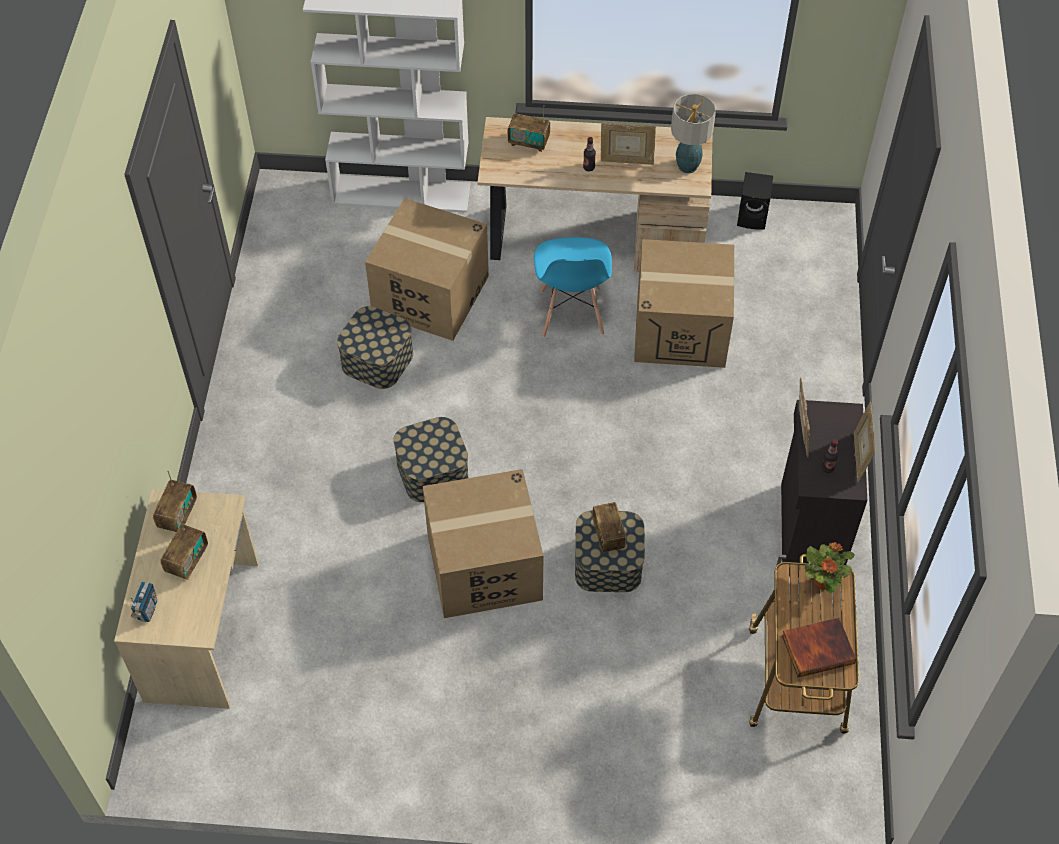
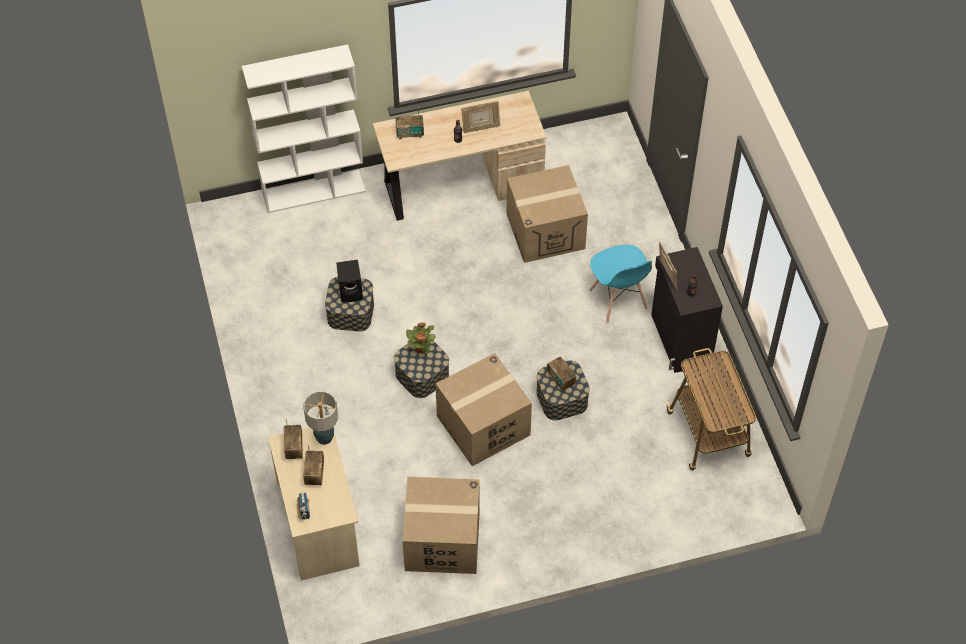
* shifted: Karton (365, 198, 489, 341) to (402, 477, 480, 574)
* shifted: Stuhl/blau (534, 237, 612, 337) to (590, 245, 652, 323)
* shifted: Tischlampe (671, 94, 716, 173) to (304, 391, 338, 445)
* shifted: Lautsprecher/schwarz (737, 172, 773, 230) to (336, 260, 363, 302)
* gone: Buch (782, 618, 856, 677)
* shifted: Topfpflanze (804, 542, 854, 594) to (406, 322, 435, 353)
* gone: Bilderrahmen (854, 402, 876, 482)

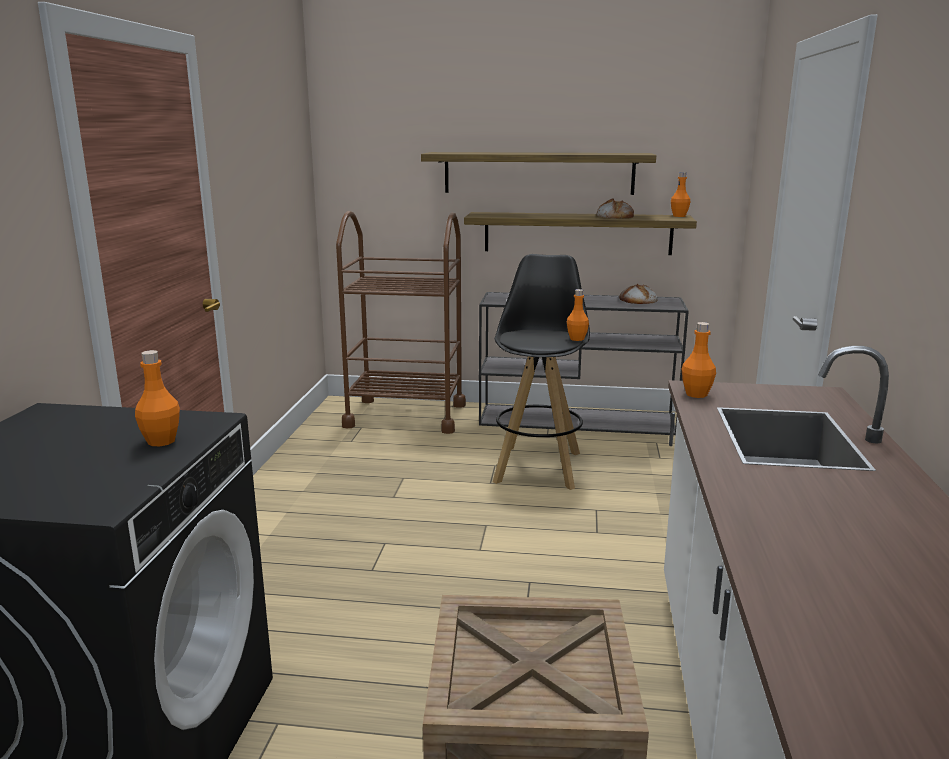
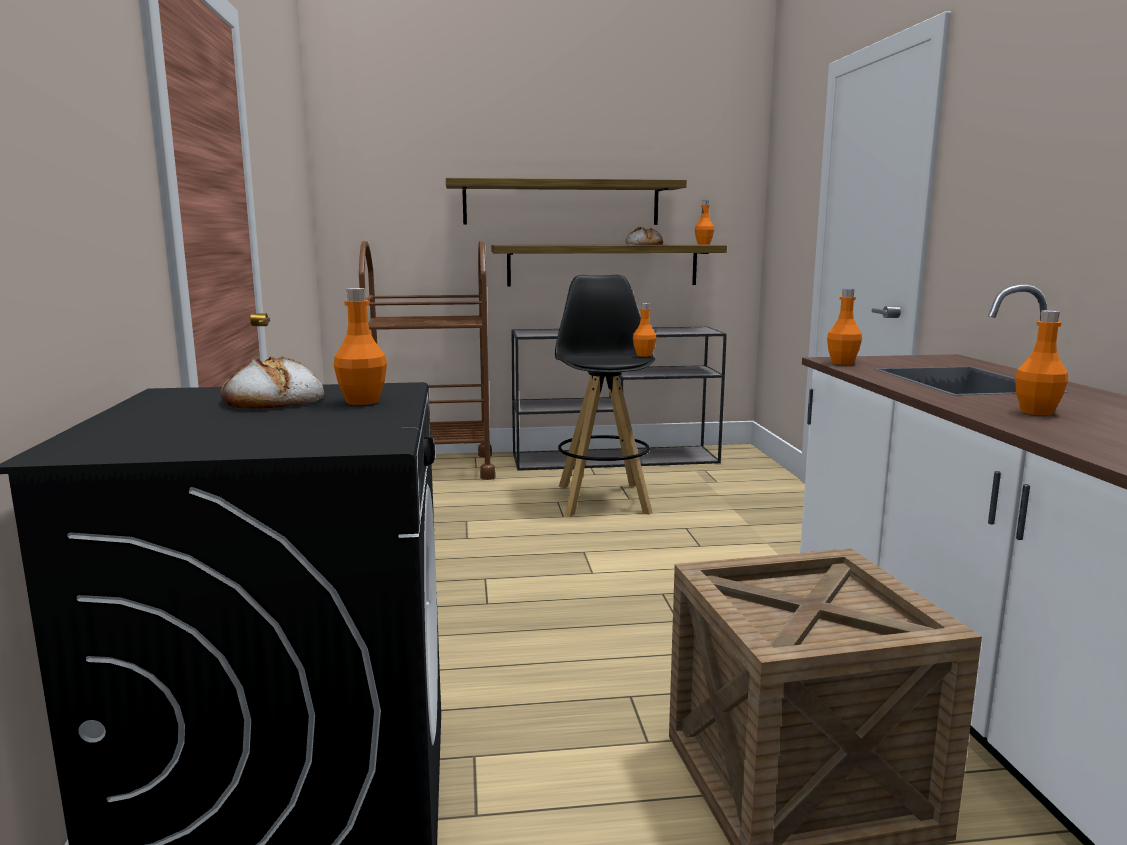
* shifted: Brot (619, 284, 658, 304) to (220, 356, 324, 409)
* new: Flasche/orange (1015, 310, 1068, 415)

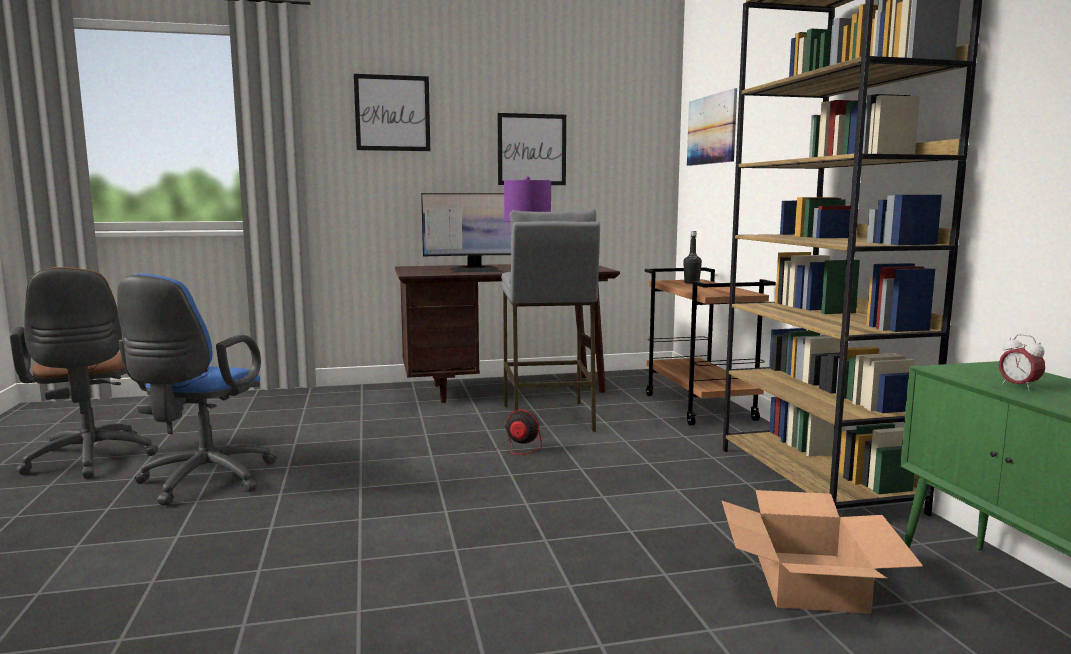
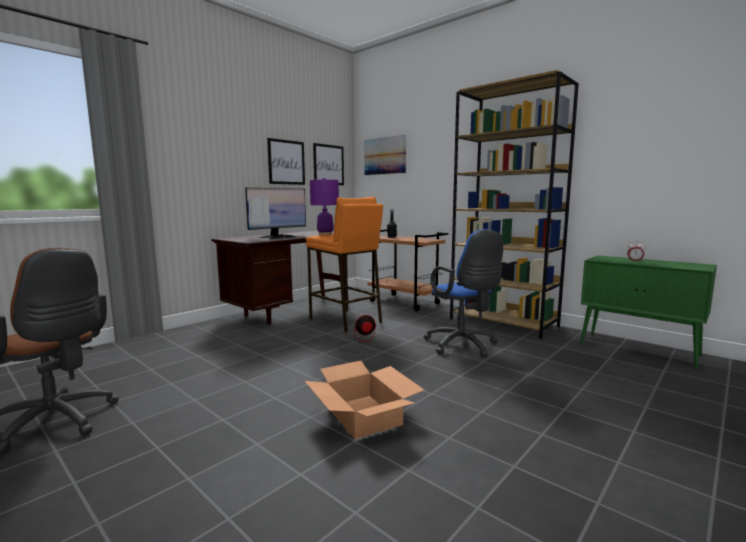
* shifted: Bürostuhl/blau (117, 273, 276, 505) to (424, 229, 503, 357)
* shifted: Bild (354, 74, 430, 151) to (313, 143, 344, 185)
* repainted: Hocker/grau (501, 209, 600, 432) to Hocker/orange (306, 197, 383, 333)
* shifted: Karton (722, 490, 923, 614) to (305, 361, 424, 439)

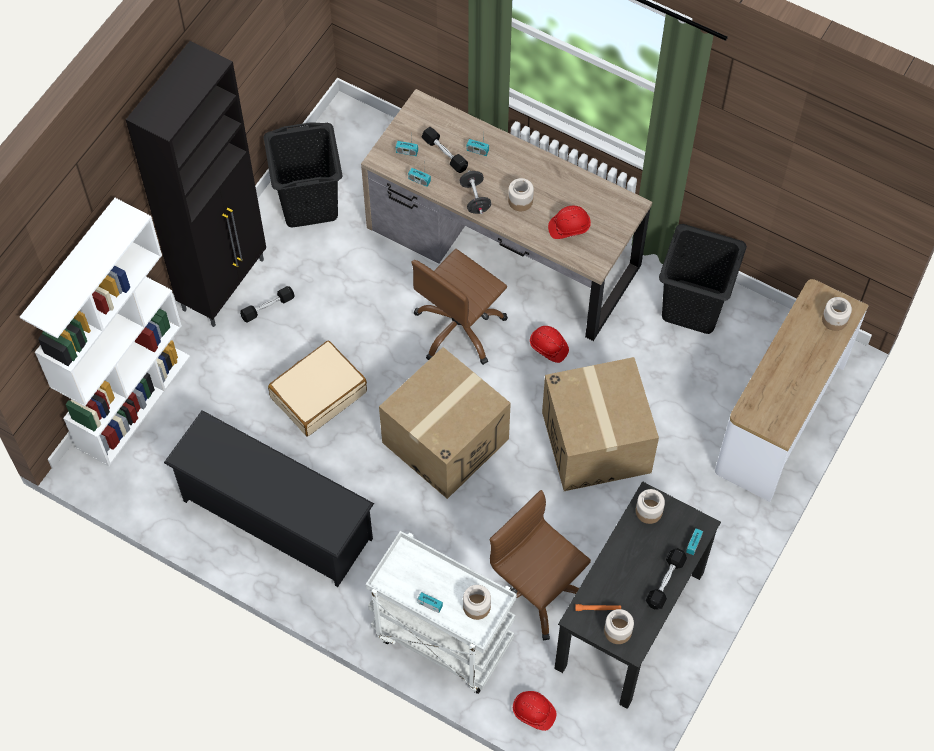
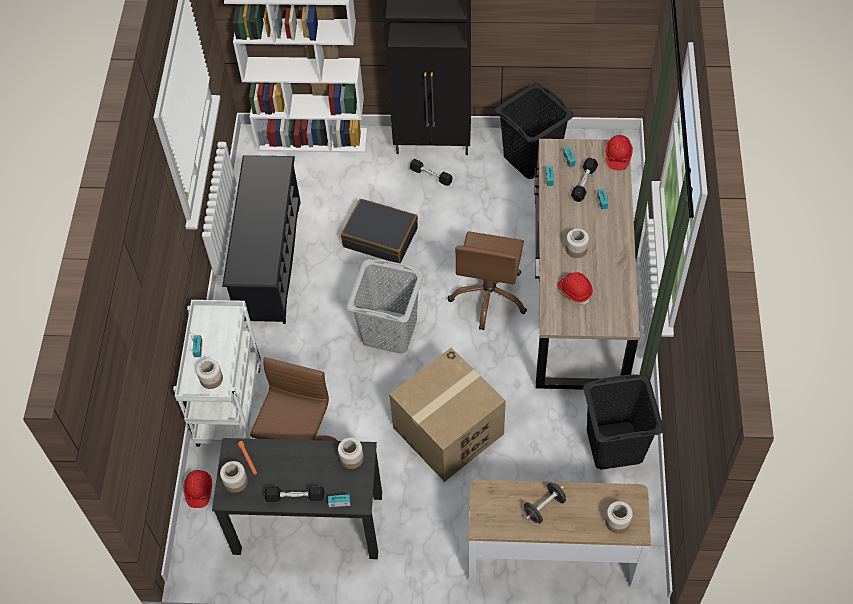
* repainted: Koffer/beige (268, 341, 367, 436) to Koffer/schwarz (341, 199, 418, 263)
* swapped: Karton (379, 347, 511, 499) to Wäschekorb/grau (347, 259, 424, 354)
* rotated: Bürostuhl/braun (411, 249, 508, 365) = (448, 231, 527, 330) 90 degrees counterclockwise
* shifted: Hantel/schwarz (460, 171, 491, 214) to (524, 482, 566, 523)
* shifted: Schutzhelm/rot (530, 326, 569, 363) to (605, 135, 633, 170)

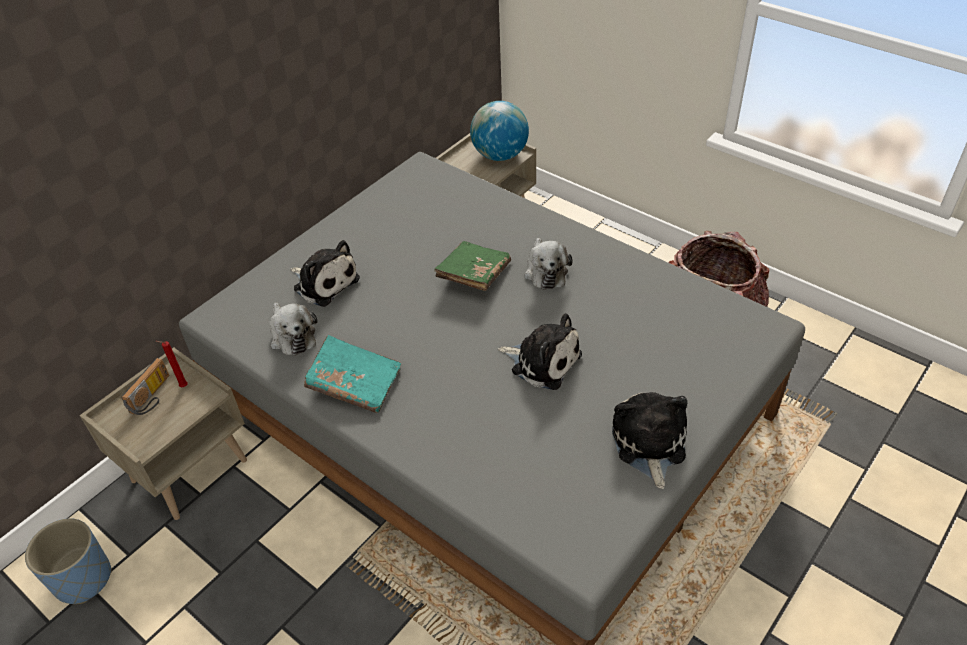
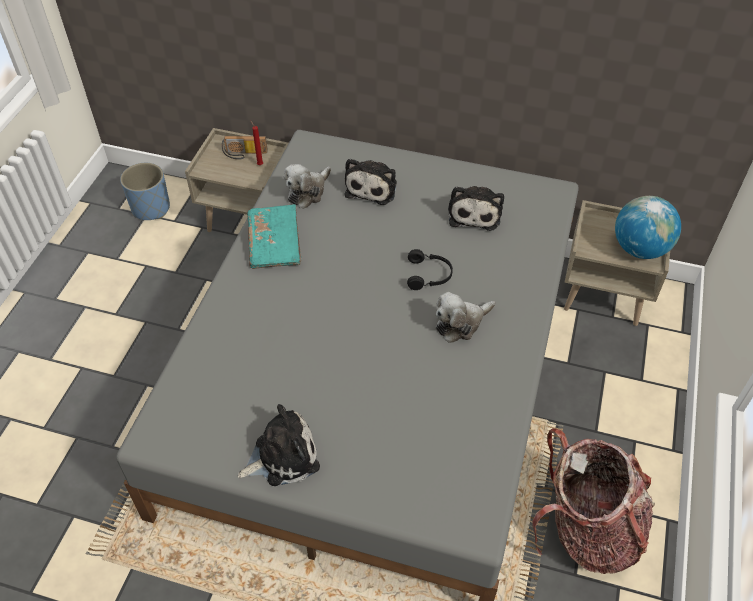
* swapped: Buch/grün (434, 241, 511, 291) to Kopfhörer/schwarz (407, 249, 453, 290)
* shifted: Plüschtier (498, 313, 582, 390) to (448, 186, 504, 231)

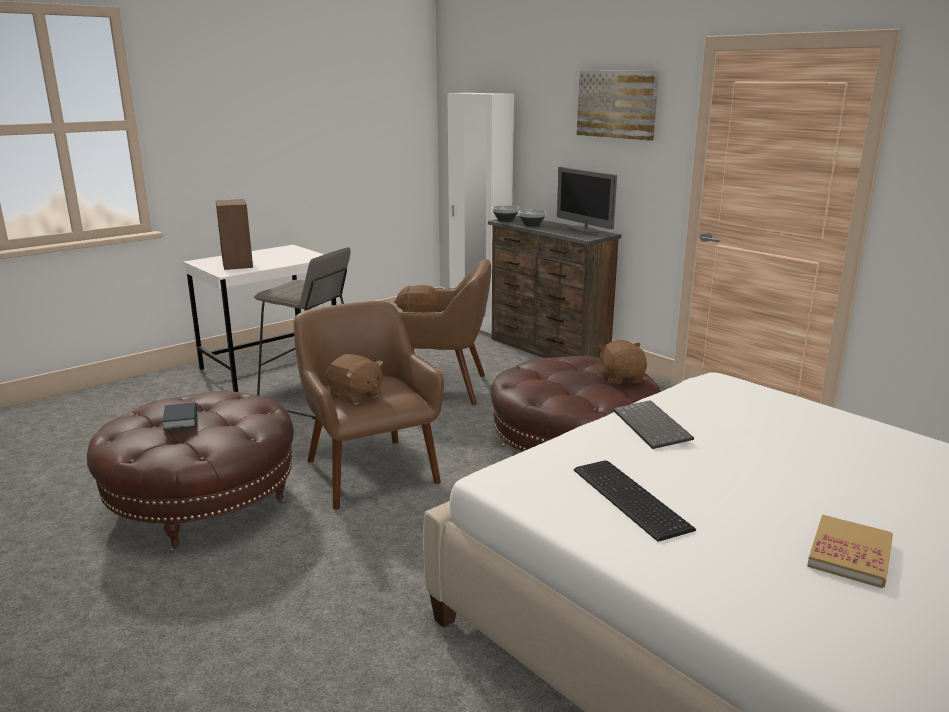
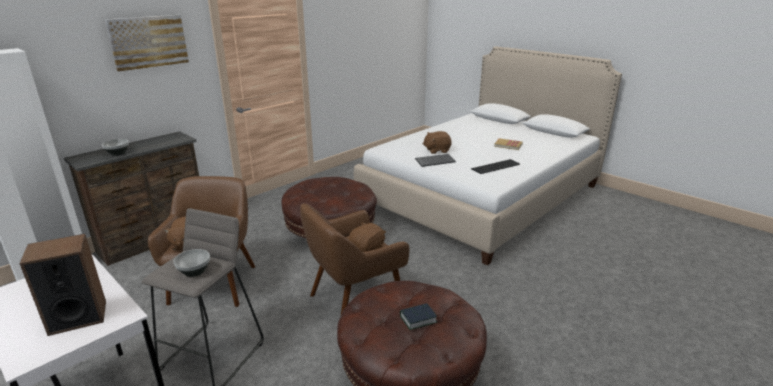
* shifted: Schüssel (492, 205, 519, 222) to (173, 249, 210, 277)
* gone: Monitor (557, 167, 617, 234)
* shifted: Plüschtier/braun (598, 340, 647, 385) to (422, 131, 452, 154)

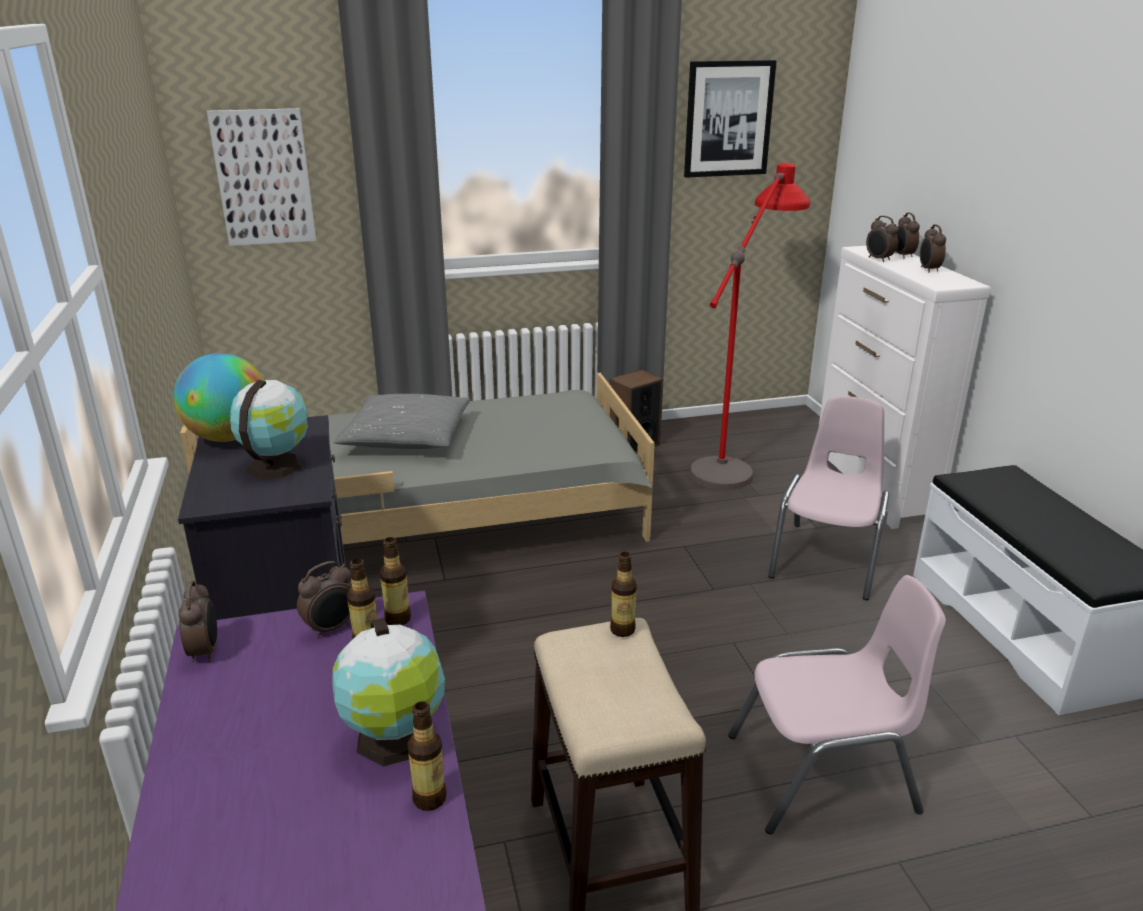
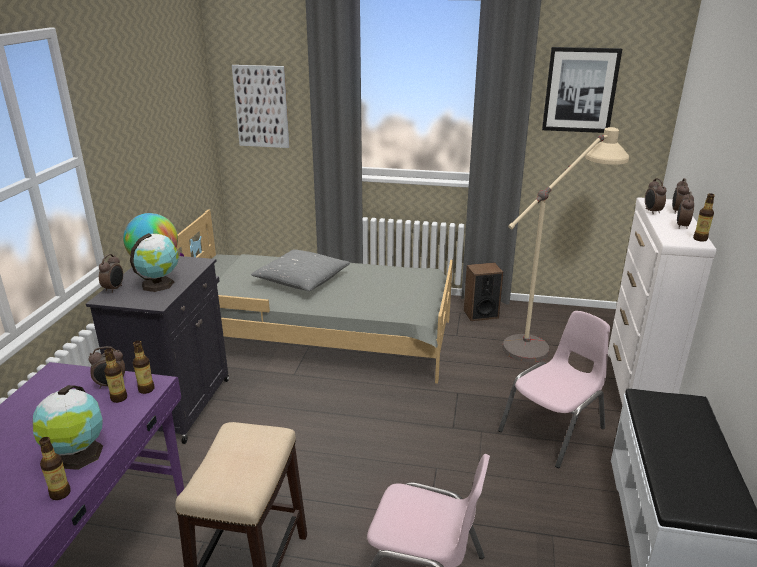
* shifted: Wecker (179, 581, 217, 662) to (99, 254, 123, 293)
* shifted: Flasche (610, 552, 637, 637) to (693, 193, 715, 242)
* repainted: Stehlampe/rot (689, 163, 810, 490) to Stehlampe/beige (502, 127, 629, 362)

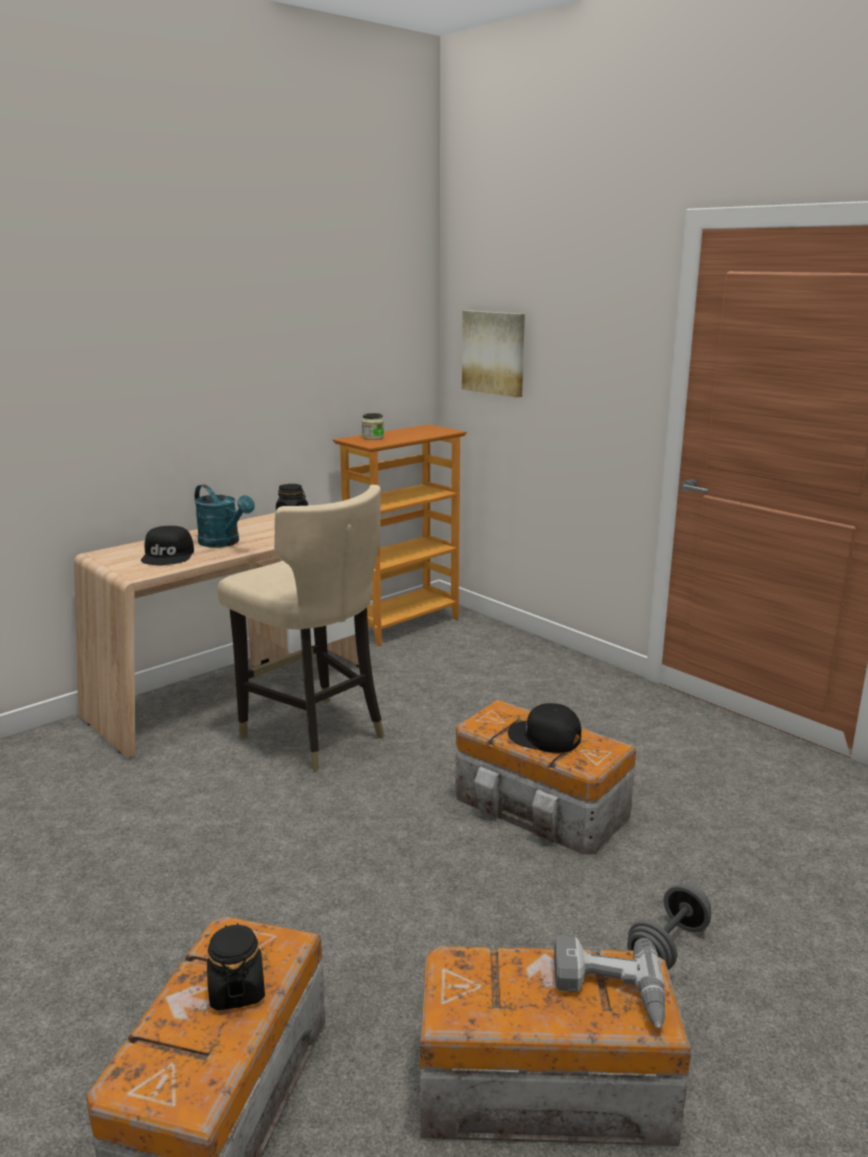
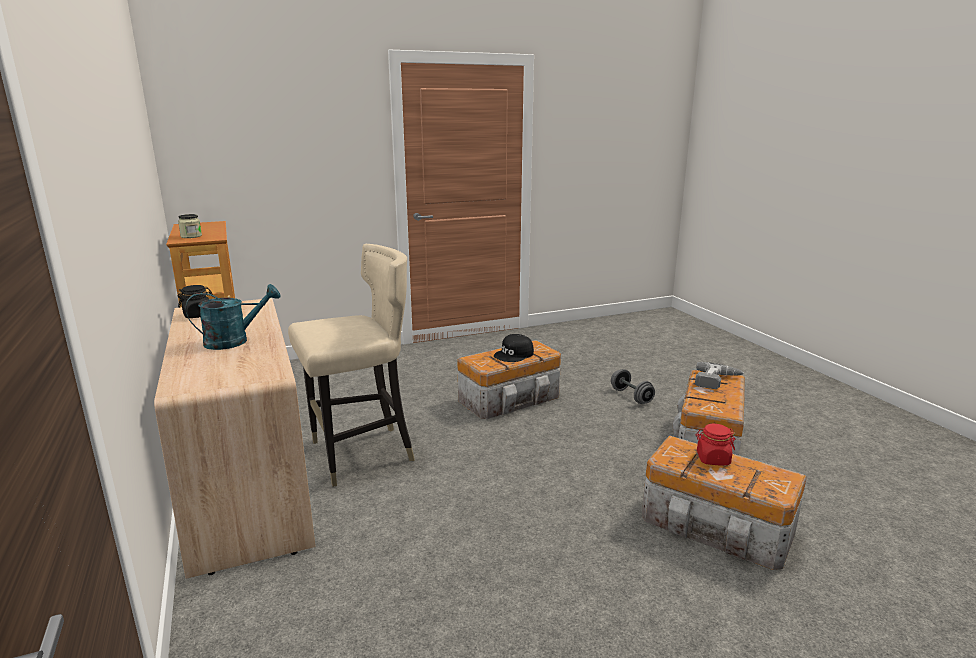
* gone: Kappe/schwarz (141, 526, 194, 565)
* repainted: Vorratsglas/schwarz (207, 923, 265, 1010) to Vorratsglas/rot (696, 424, 735, 465)
* gone: Bild (462, 310, 525, 398)

